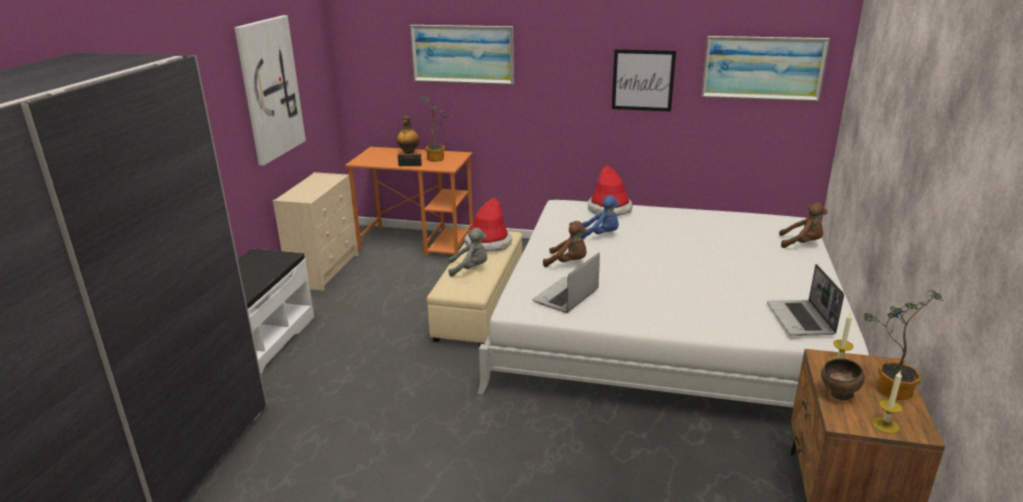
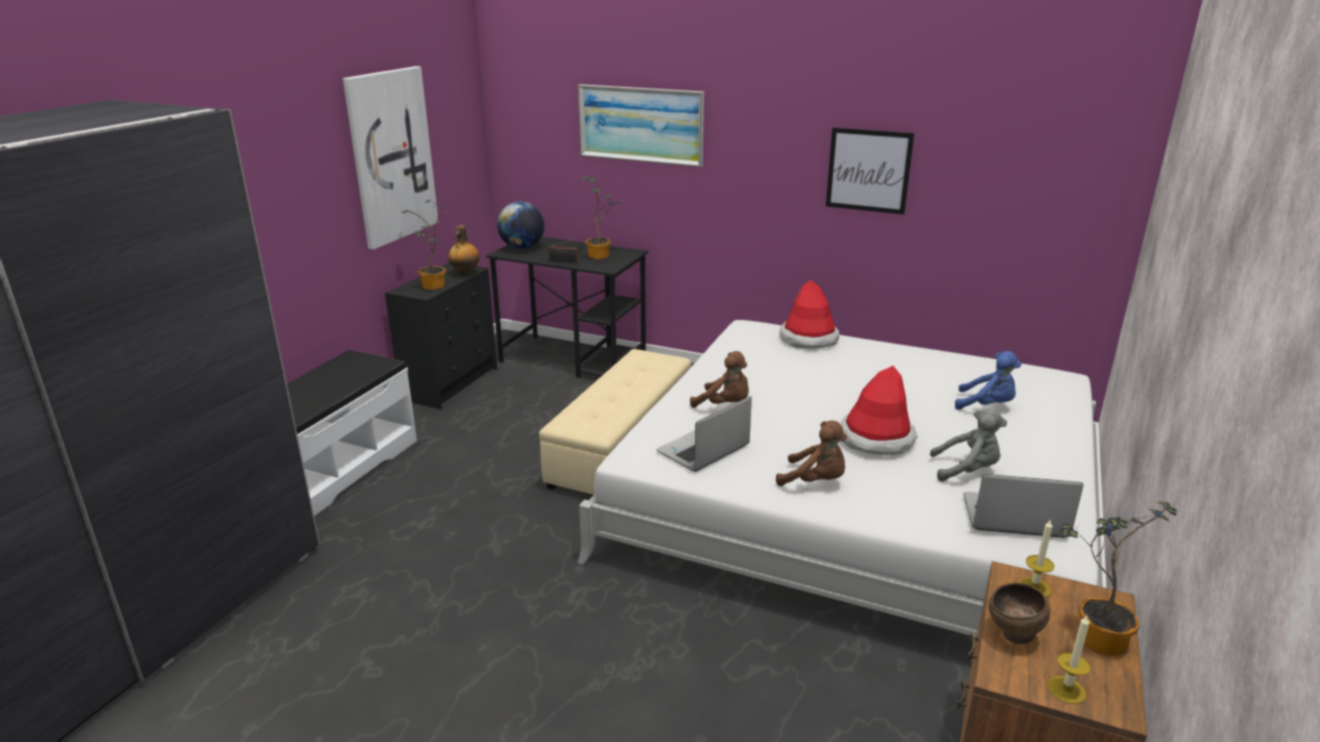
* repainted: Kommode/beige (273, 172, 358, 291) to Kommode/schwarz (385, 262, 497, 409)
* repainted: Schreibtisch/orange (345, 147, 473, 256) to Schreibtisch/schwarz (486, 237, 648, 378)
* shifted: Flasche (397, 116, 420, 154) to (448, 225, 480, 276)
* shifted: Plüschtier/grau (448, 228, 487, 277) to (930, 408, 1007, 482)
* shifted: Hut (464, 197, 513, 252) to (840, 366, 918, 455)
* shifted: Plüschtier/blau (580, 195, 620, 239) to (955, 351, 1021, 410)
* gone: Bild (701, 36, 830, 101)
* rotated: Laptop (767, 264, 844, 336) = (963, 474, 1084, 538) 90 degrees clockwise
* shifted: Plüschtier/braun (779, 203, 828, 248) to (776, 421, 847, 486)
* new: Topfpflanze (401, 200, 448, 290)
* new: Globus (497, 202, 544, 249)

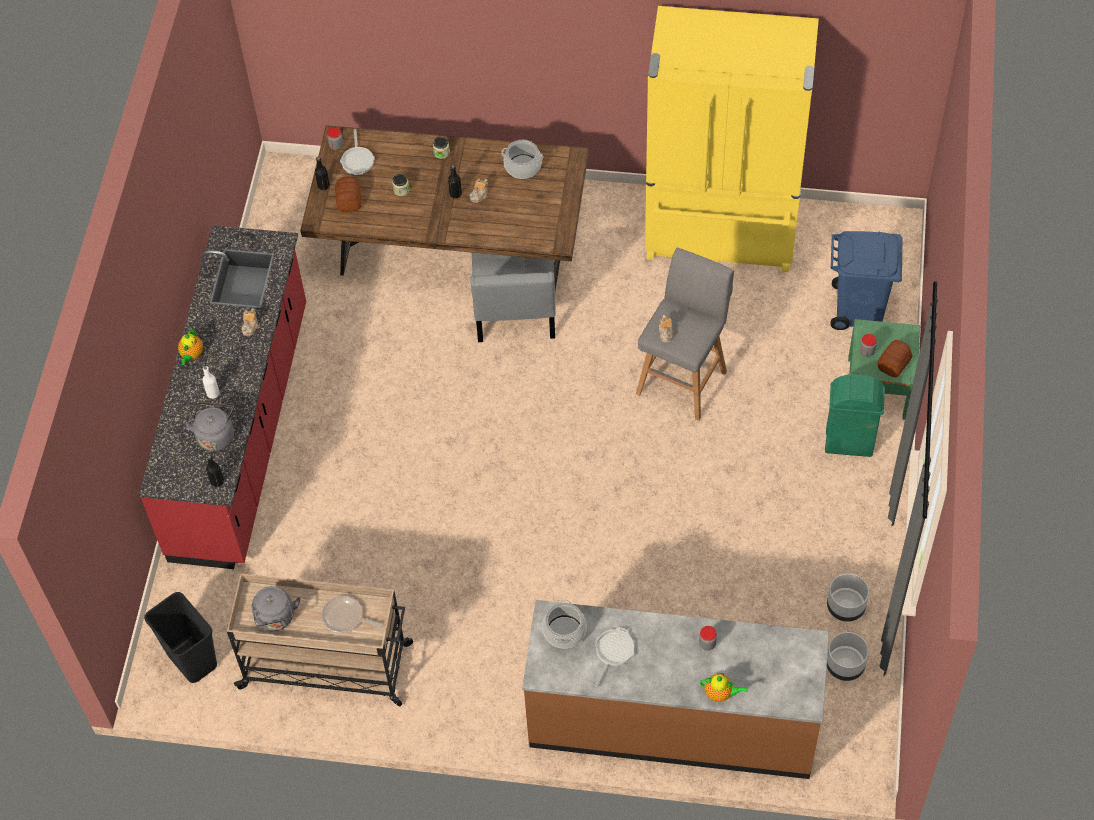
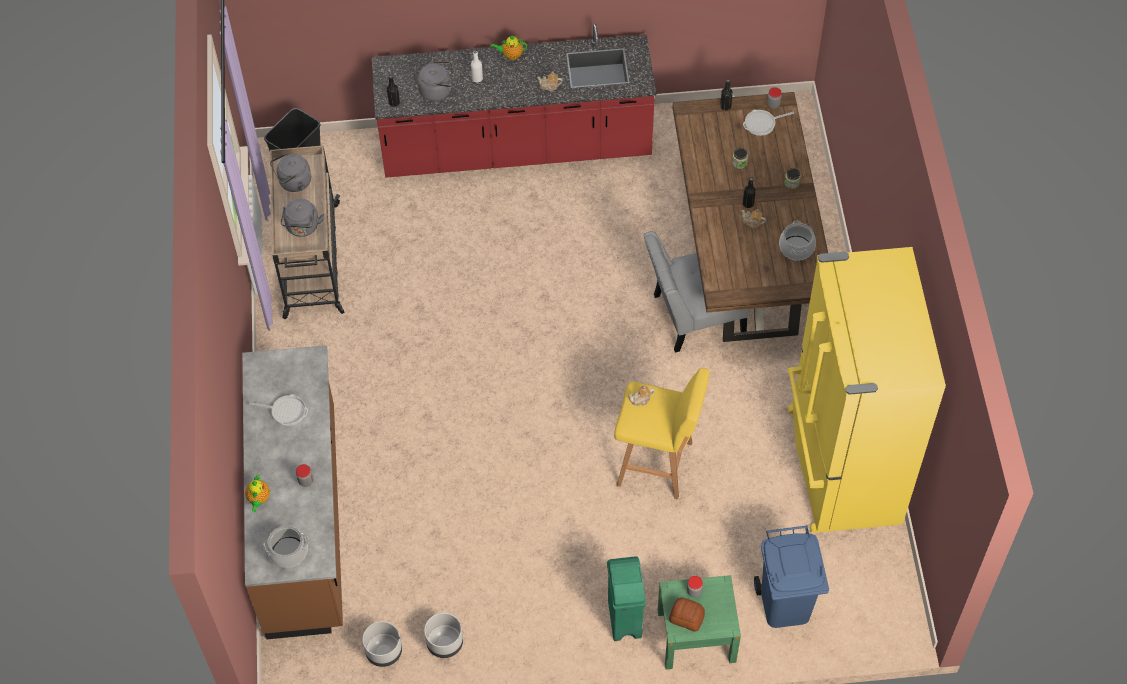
* swapped: Pfanne (321, 596, 382, 633) to Wasserkessel/grau (281, 198, 324, 237)
* gone: Brot (335, 176, 361, 212)
* shifted: Kochtopf (542, 599, 587, 649) to (263, 525, 309, 568)
* repainted: Hocker/grau (636, 248, 734, 421) to Hocker/gelb (614, 368, 710, 500)

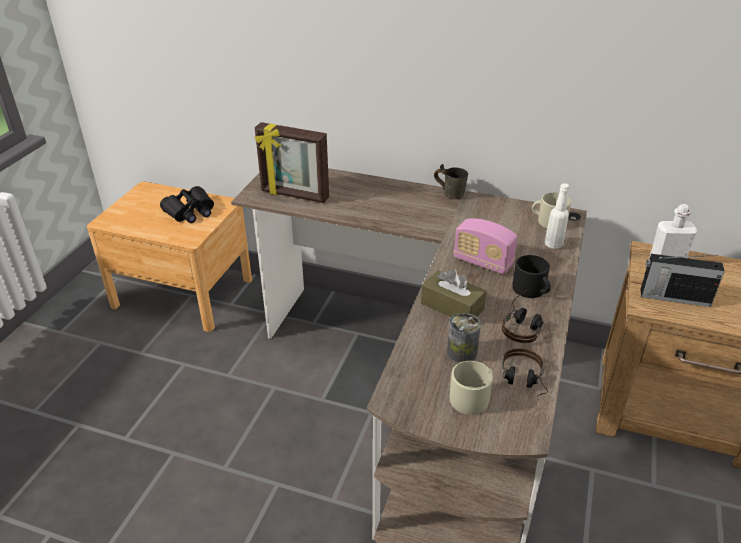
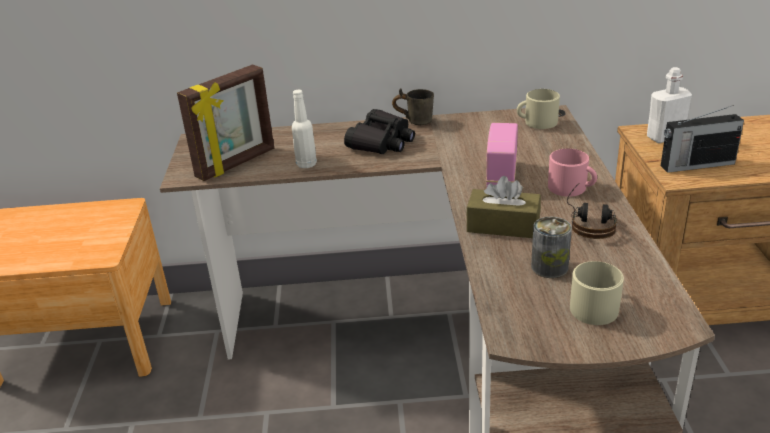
* shifted: Fernglas/schwarz (160, 186, 214, 223) to (344, 109, 415, 154)
* rotated: Bilderrahmen (255, 122, 329, 203) = (177, 65, 274, 181) 45 degrees counterclockwise
* rotated: Radio (454, 218, 518, 275) = (486, 123, 518, 188) 90 degrees clockwise
* gone: Kopfhörer (502, 348, 548, 396)
* repainted: Henkelbecher/schwarz (512, 255, 551, 298) to Henkelbecher/rosa (548, 149, 597, 197)
* shifted: Flasche/weiß (545, 183, 569, 249) to (292, 90, 317, 168)

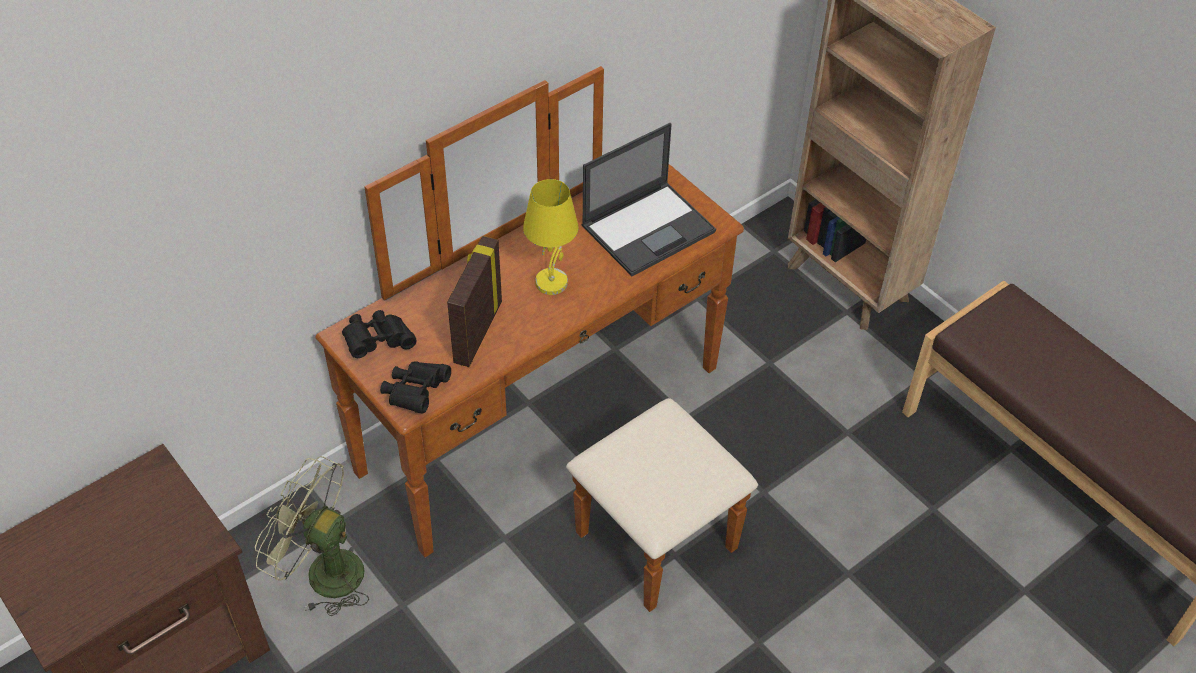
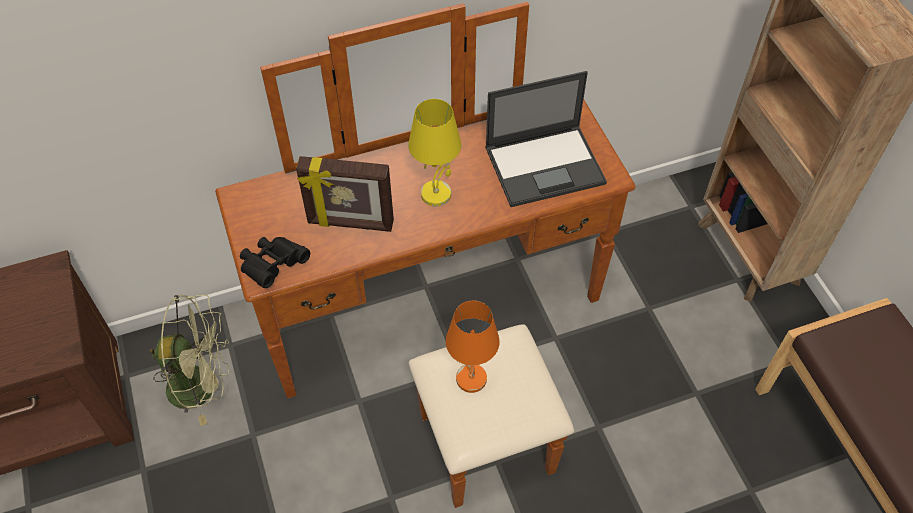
* rotated: Ventilator/grün (255, 456, 369, 616) = (150, 295, 229, 426) 135 degrees clockwise
* gone: Fernglas/schwarz (342, 310, 417, 358)
* rotated: Bilderrahmen (447, 236, 502, 367) = (296, 156, 394, 232) 120 degrees counterclockwise
* new: Tischlampe/orange (446, 301, 500, 393)

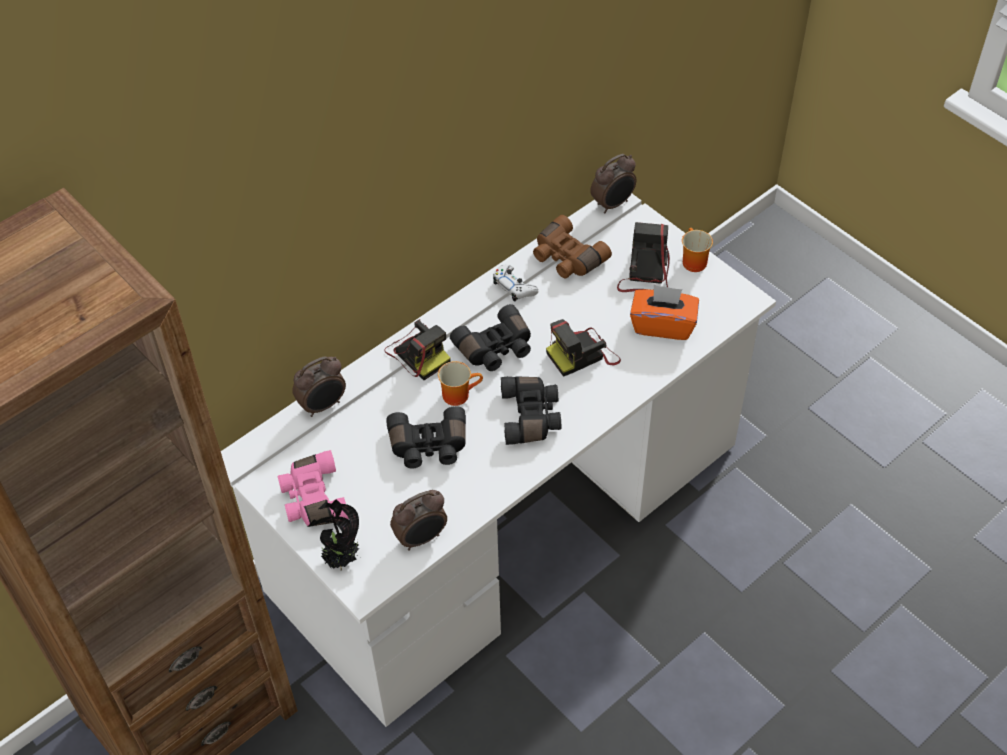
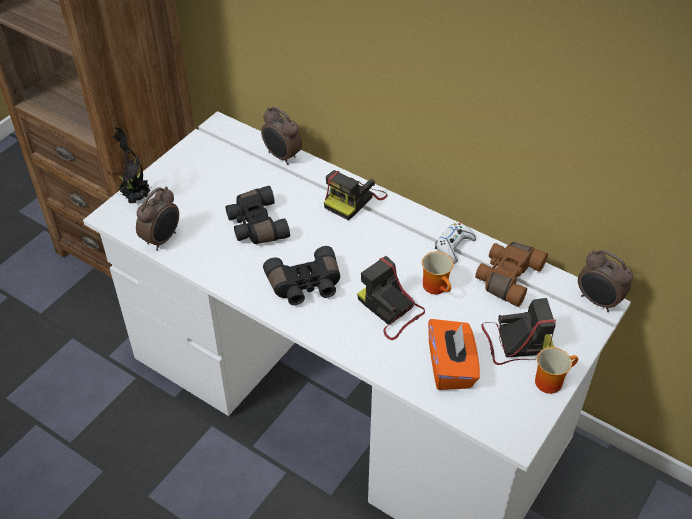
* gone: Fernglas/rosa (278, 450, 349, 527)
* rotated: Wecker (390, 490, 447, 551) = (136, 187, 179, 251) 105 degrees counterclockwise
* shifted: Henkelbecher (438, 361, 483, 406) to (422, 252, 454, 294)
* gone: Fernglas/schwarz (450, 304, 531, 371)

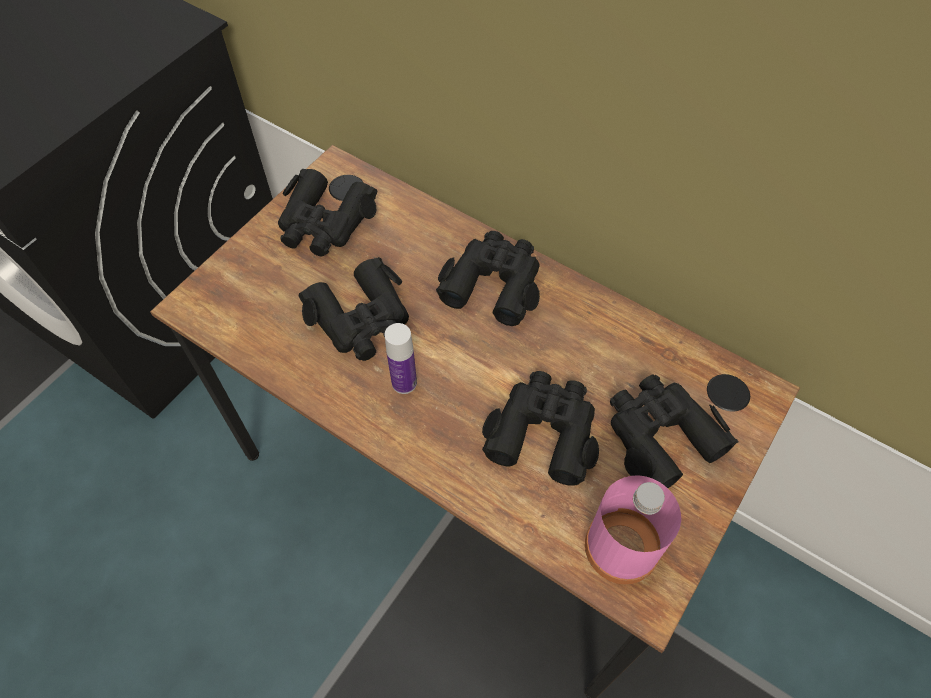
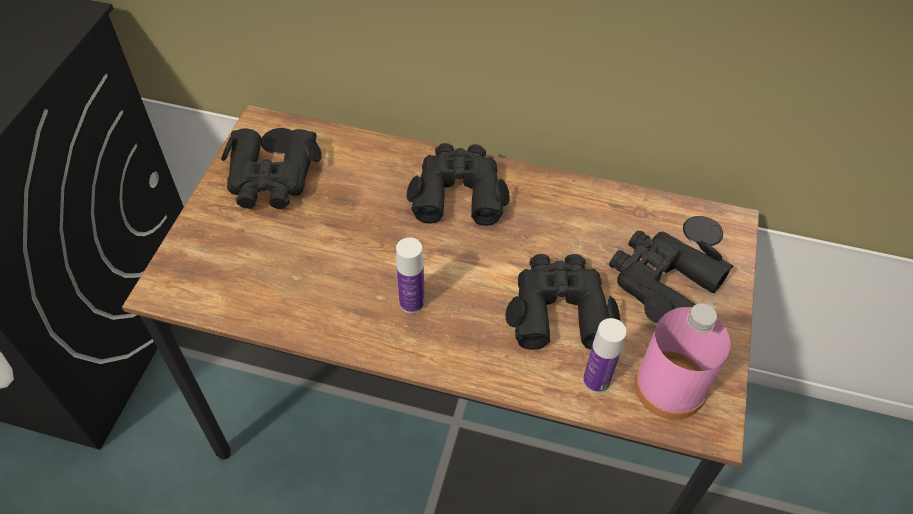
* gone: Fernglas/schwarz (298, 257, 409, 361)
* new: Flasche (583, 318, 626, 393)

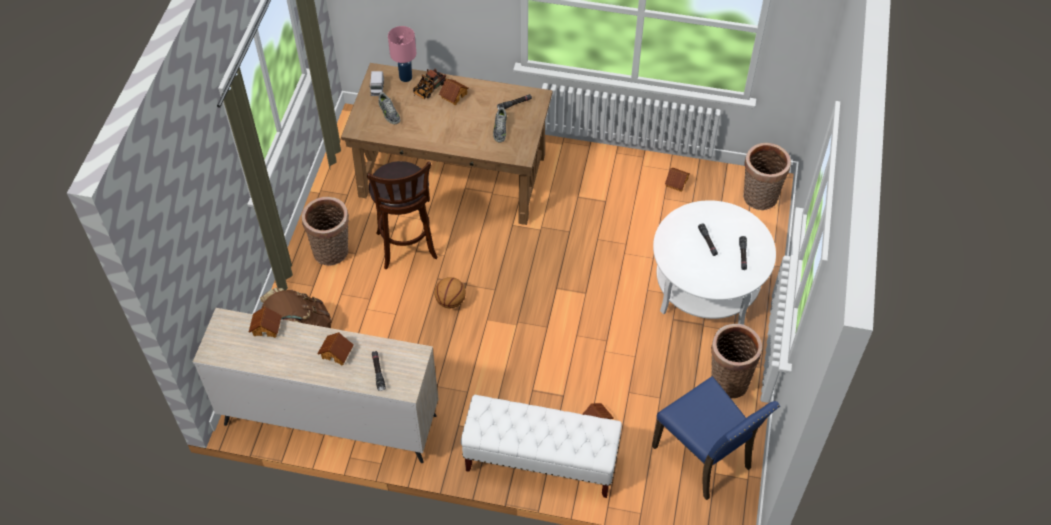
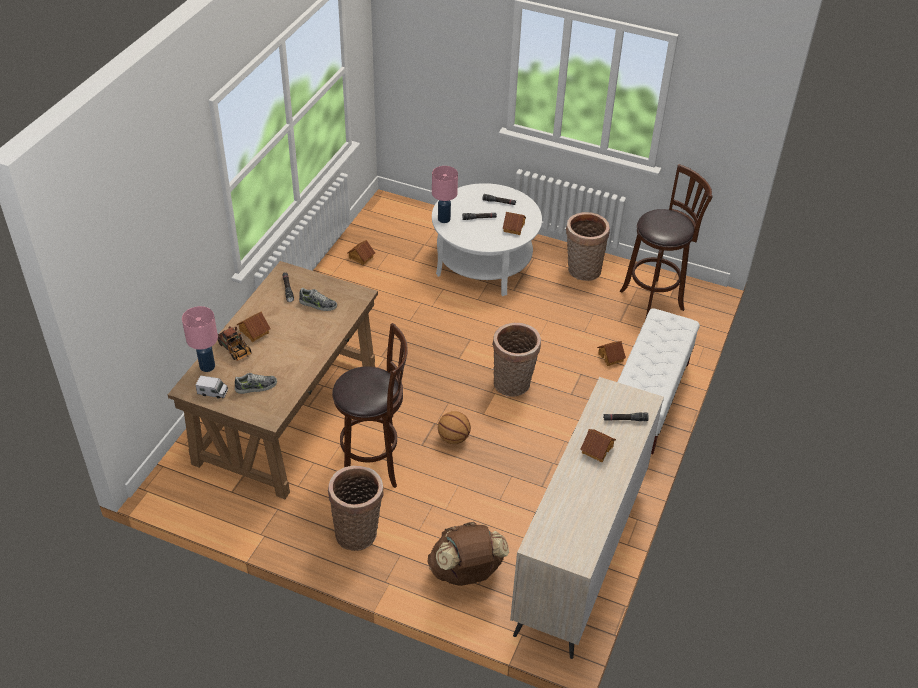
* shifted: Spielzeughaus (249, 306, 282, 338) to (503, 212, 526, 235)
* swapped: Stuhl/blau (652, 376, 780, 500) to Hocker/braun (620, 164, 712, 317)
* shifted: Korb (743, 143, 791, 210) to (492, 323, 541, 397)
* new: Tischlampe/rosa (432, 166, 458, 223)

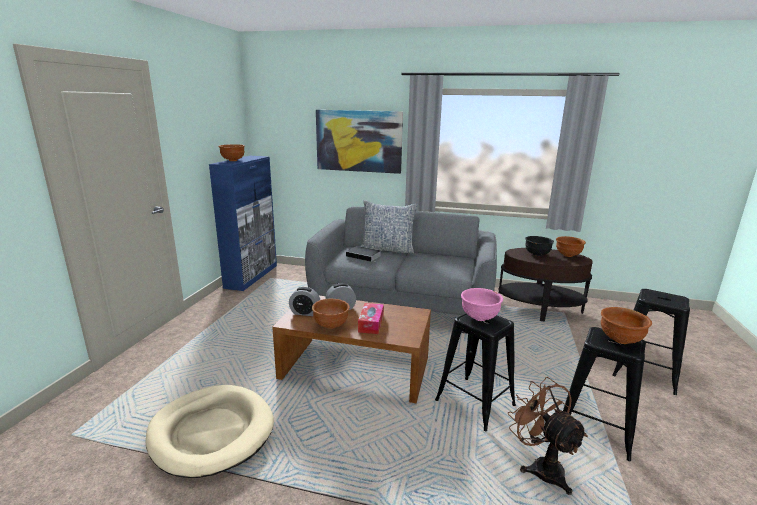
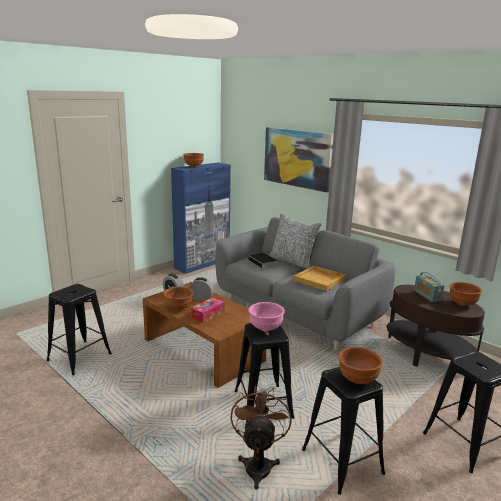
* swapped: Hundebett/beige (146, 385, 274, 478) to Hocker/schwarz (46, 284, 112, 375)
* swapped: Schüssel/schwarz (525, 236, 554, 256) to Radio (414, 272, 445, 302)
* new: Tablett/beige (294, 266, 346, 291)

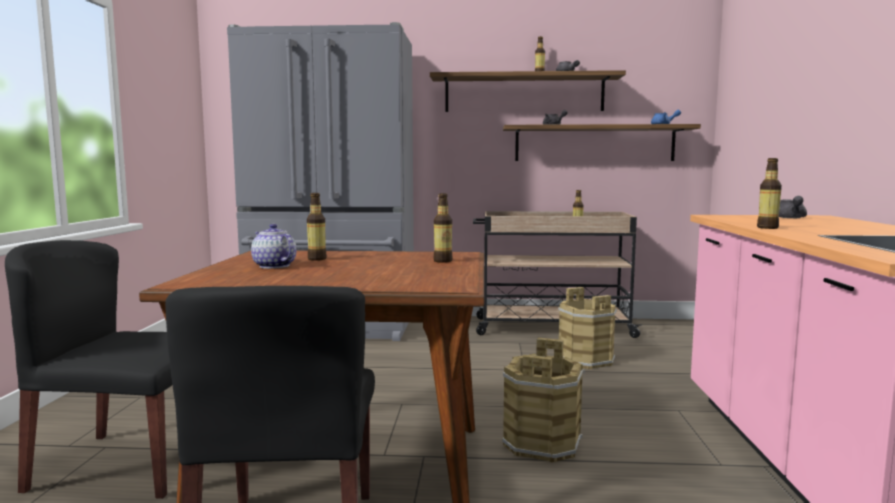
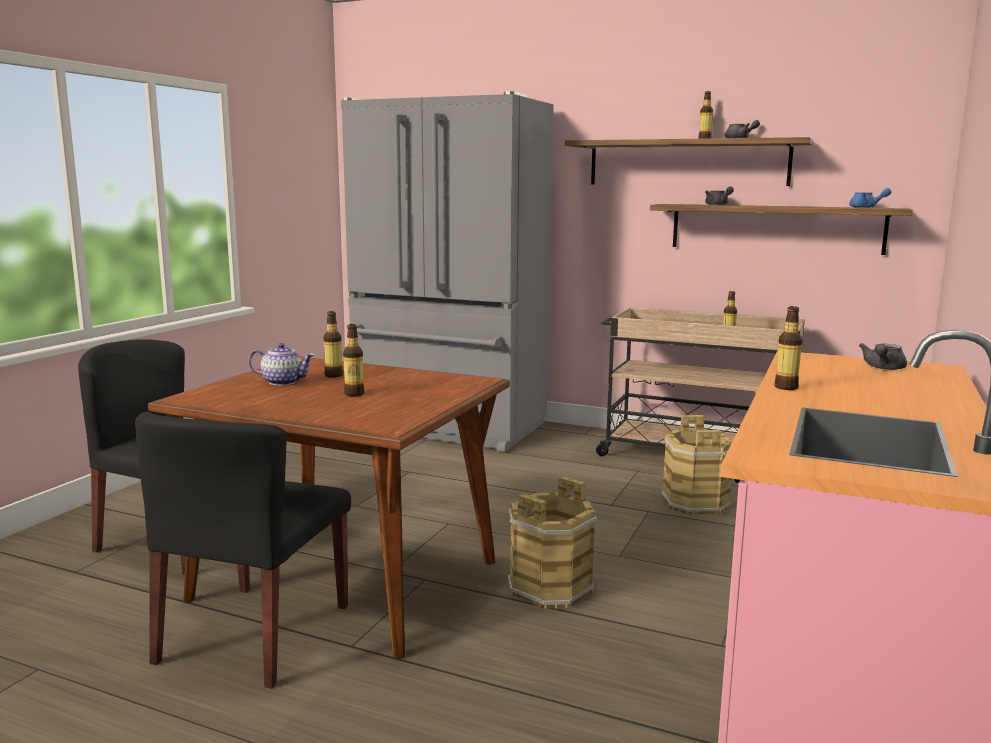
* rotated: Teekanne (251, 224, 296, 269) = (249, 343, 314, 386) 120 degrees clockwise
* shifted: Flasche (434, 193, 453, 263) to (343, 324, 364, 396)

